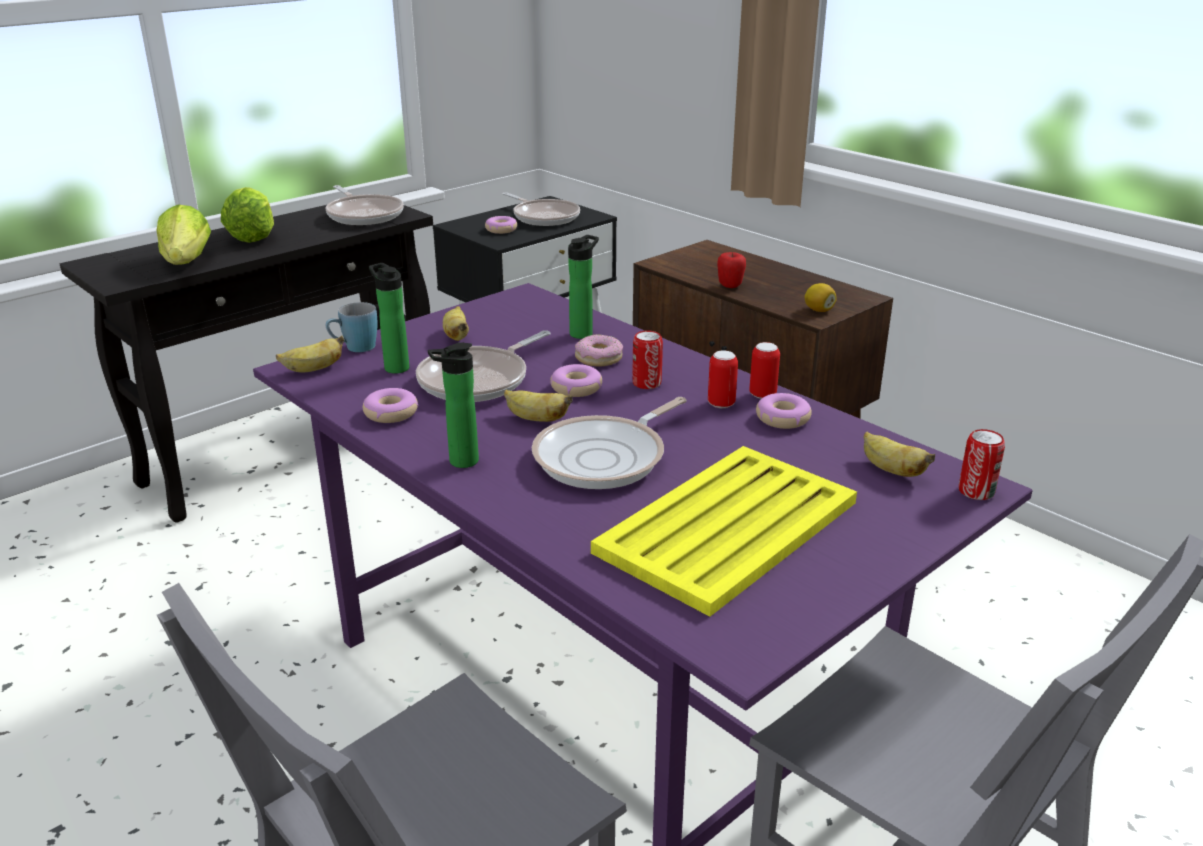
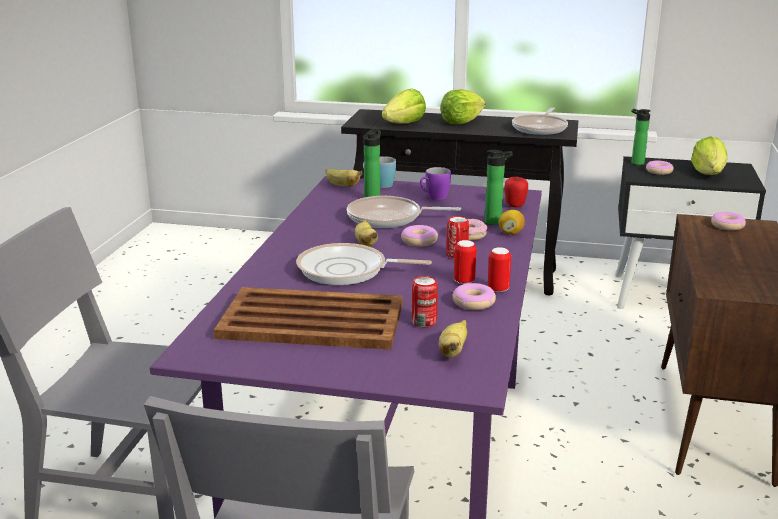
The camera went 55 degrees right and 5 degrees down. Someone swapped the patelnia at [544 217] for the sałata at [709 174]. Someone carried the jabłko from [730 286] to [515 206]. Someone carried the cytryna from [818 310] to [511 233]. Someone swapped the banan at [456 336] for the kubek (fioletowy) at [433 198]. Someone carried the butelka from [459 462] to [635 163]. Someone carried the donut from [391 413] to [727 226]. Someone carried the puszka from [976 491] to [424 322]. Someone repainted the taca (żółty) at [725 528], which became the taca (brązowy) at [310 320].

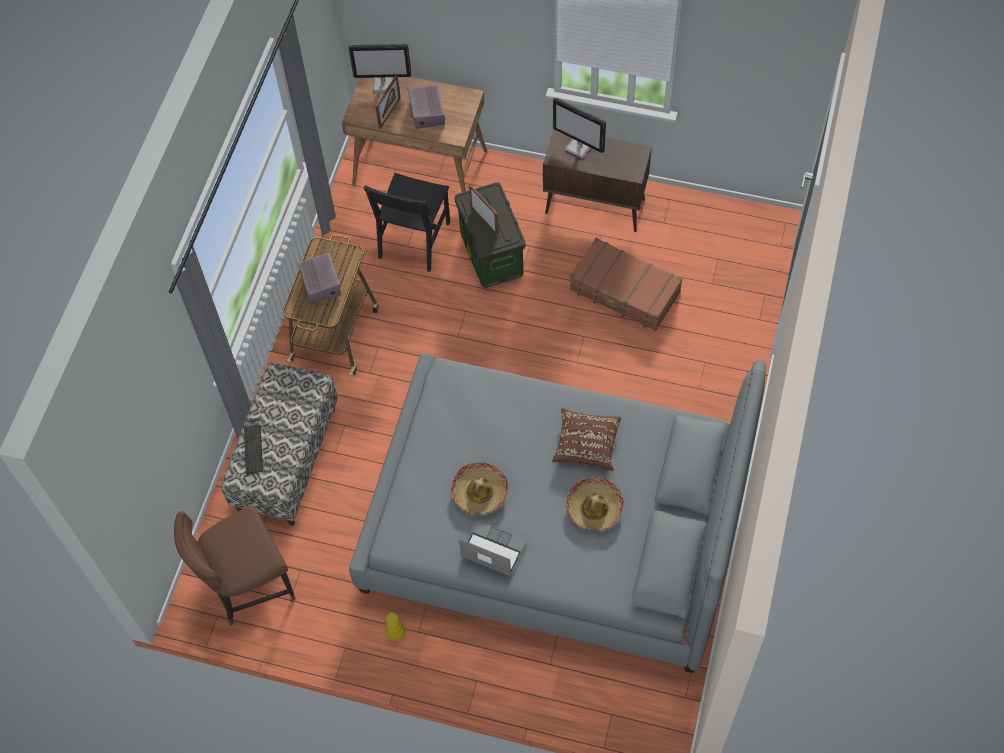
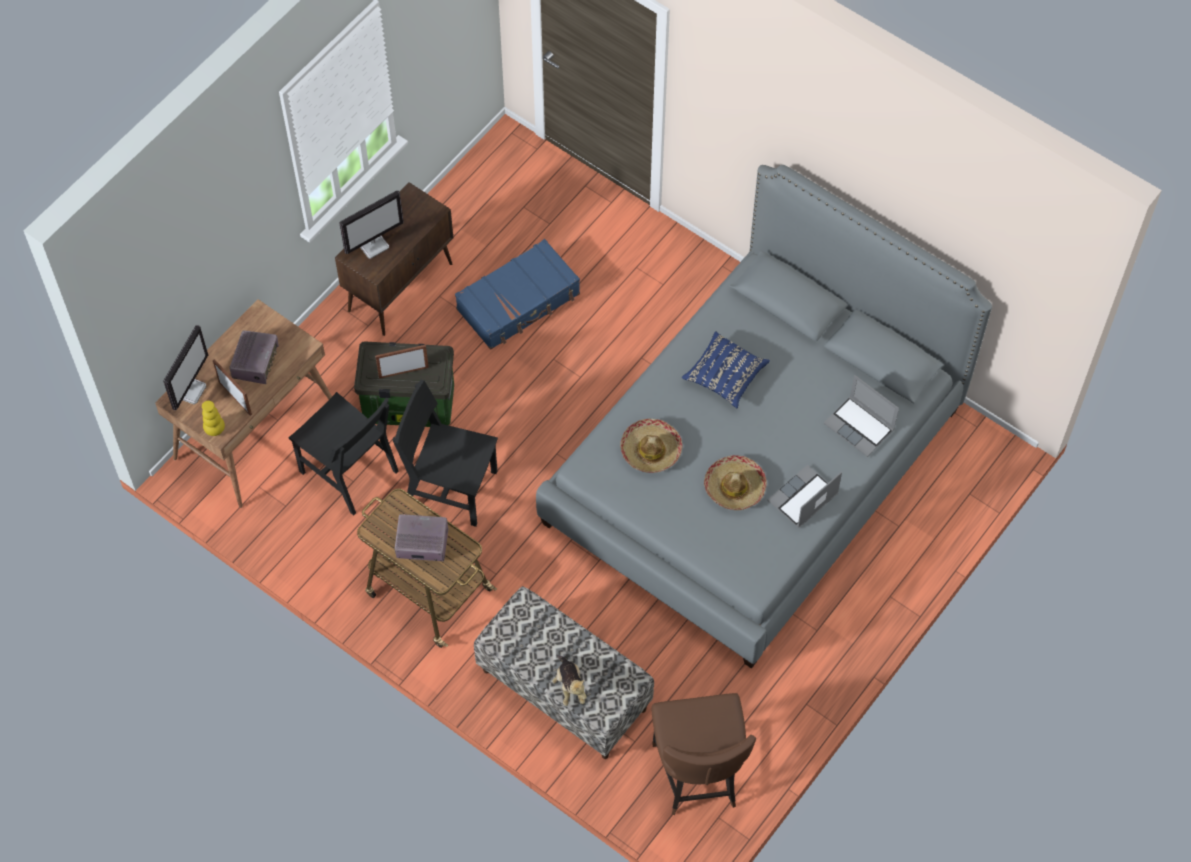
The camera went 70 degrees left and 0 degrees up. Someone rotated the radio at [427 113] by 90 degrees counterclockwise. Someone repainted the walizka (brązowy) at [624 291], which became the walizka (niebieski) at [519 302]. Someone repainted the poduszka (brązowy) at [586 444], which became the poduszka (niebieski) at [725 376]. Someone swapped the klawiatura at [254 443] for the pluszak at [569 686]. Someone carried the kapelusz from [594 507] to [650 450]. Someone carried the wazon (żółty) from [395 633] to [215 430]. Someone put down the laptop at [860 427]. Someone put down the krzesło (czarny) at [451 488].

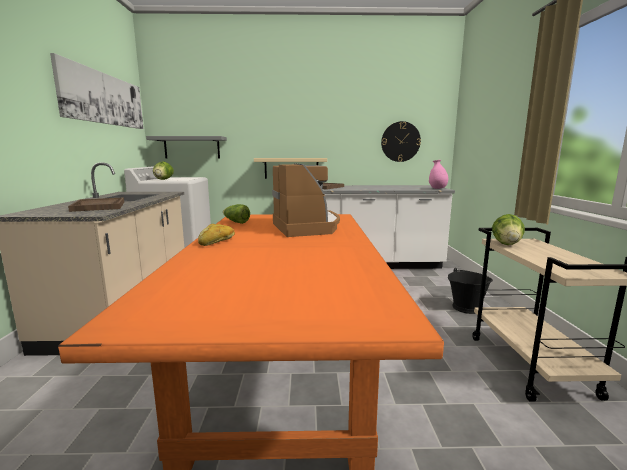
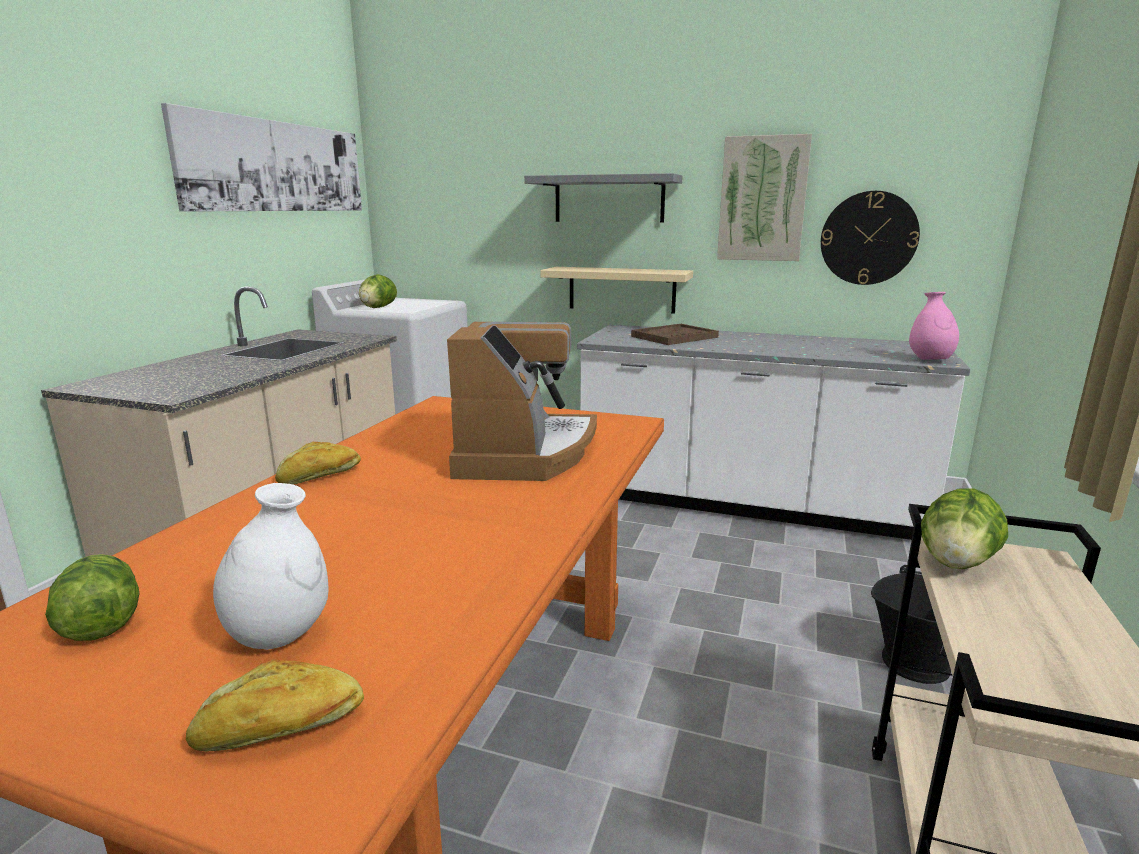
The camera went 20 degrees right and 5 degrees up. Someone carried the półka (szary) from [192 147] to [609 199]. Someone took away the taca (brązowy) at [99 206]. Someone carried the sałata from [236 222] to [99 620]. Someone put up the obraz at [762 199]. Someone put down the wazon (biały) at [280 635]. Someone put down the chleb at [280 729].

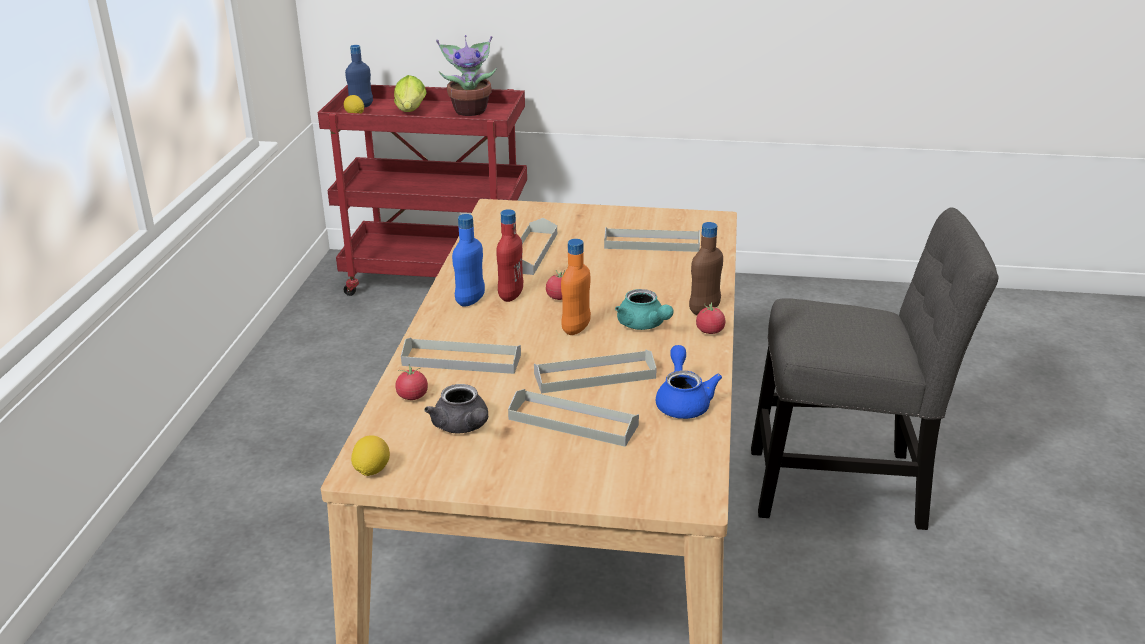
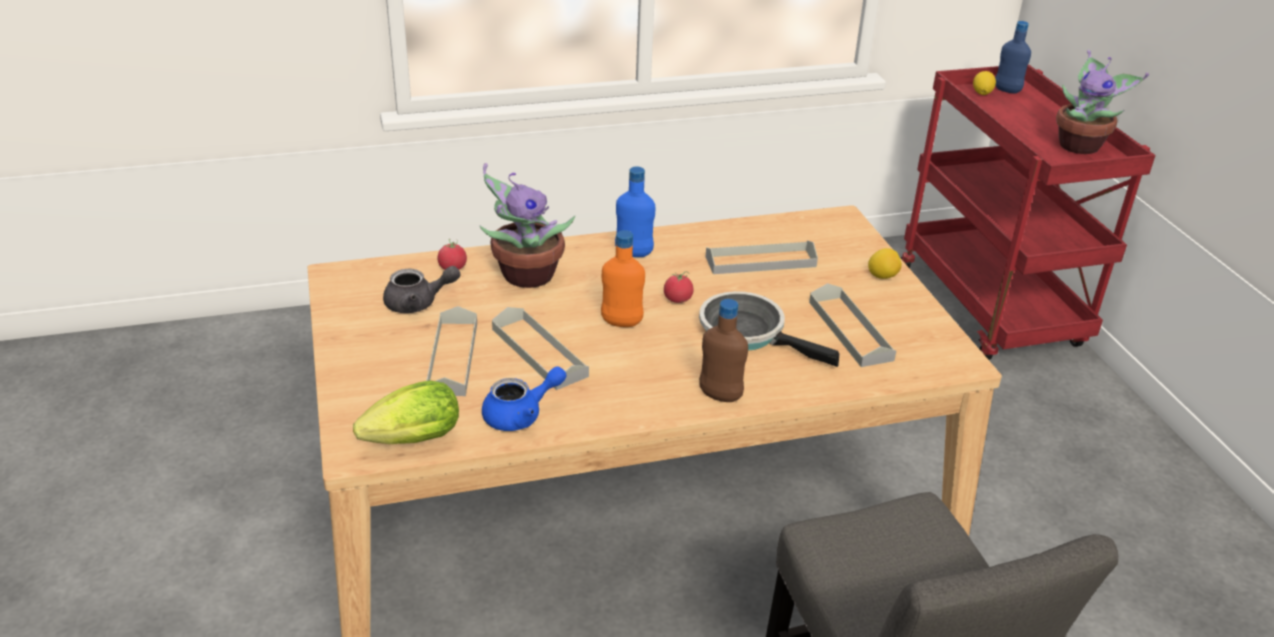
The camera went 65 degrees right and 5 degrees up. Someone carried the sałata from [410 112] to [408 442]. Someone took away the butelka (czerwony) at [511 295]. Someone took away the imbryk (turkusowy) at [644 325]. Someone took away the pomidor at [710 331]. Someone swapped the taca (szary) at [461 360] for the roślina doniczkowa at [524 276]. Someone rotated the imbryk (szary) at [463 427] by 135 degrees counterclockwise. Someone carried the cytryna from [372 470] to [882 276]. Someone put down the patelnia at [748 333].

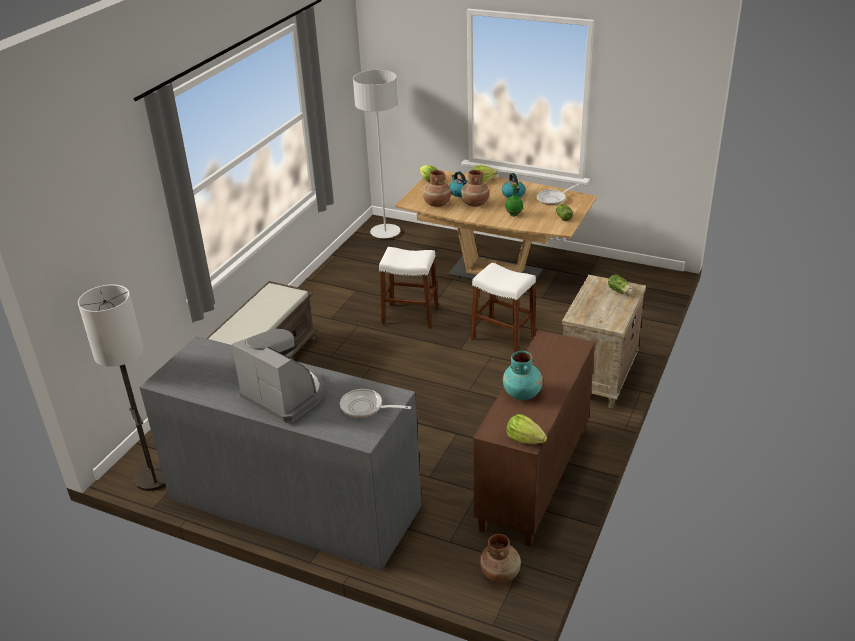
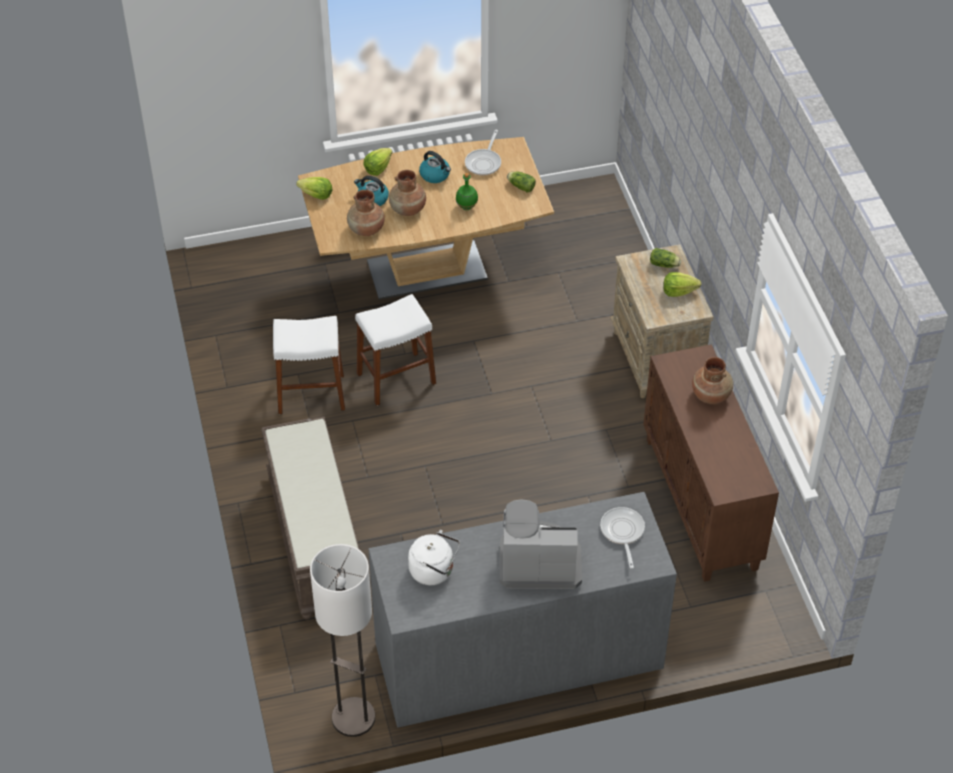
The camera went 40 degrees left and 15 degrees up. Someone took away the lampa stojąca (szary) at [385 232]. Someone carried the stołek (biały) from [503 337] to [311 394]. Someone took away the wazon (turkusowy) at [522 393]. Someone rotated the patelnia at [365 407] by 105 degrees clockwise. Someone carried the sałata from [525 439] to [678 291]. Someone carried the wazon (brązowy) from [500 573] to [711 394]. Someone put down the czajnik (biały) at [434 571].

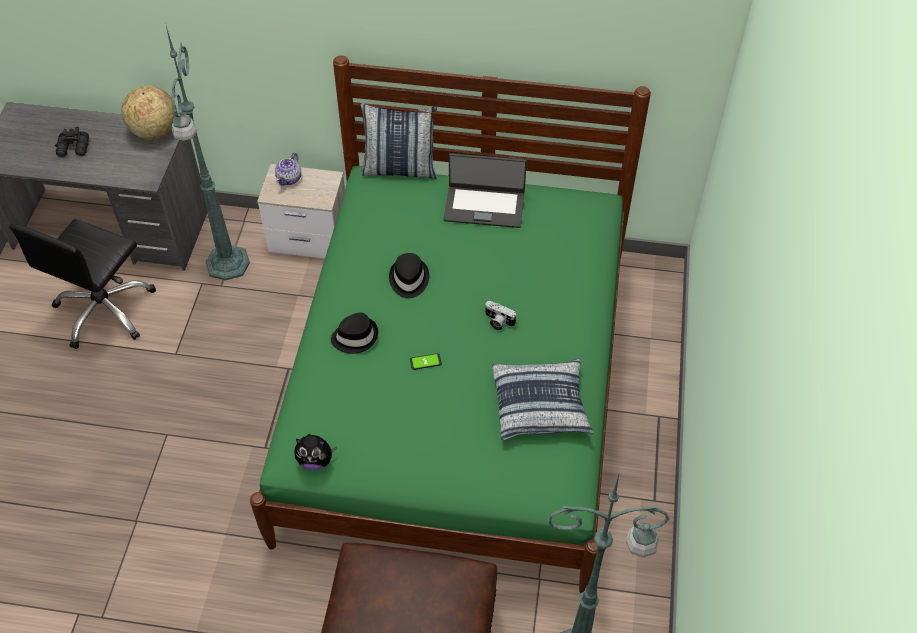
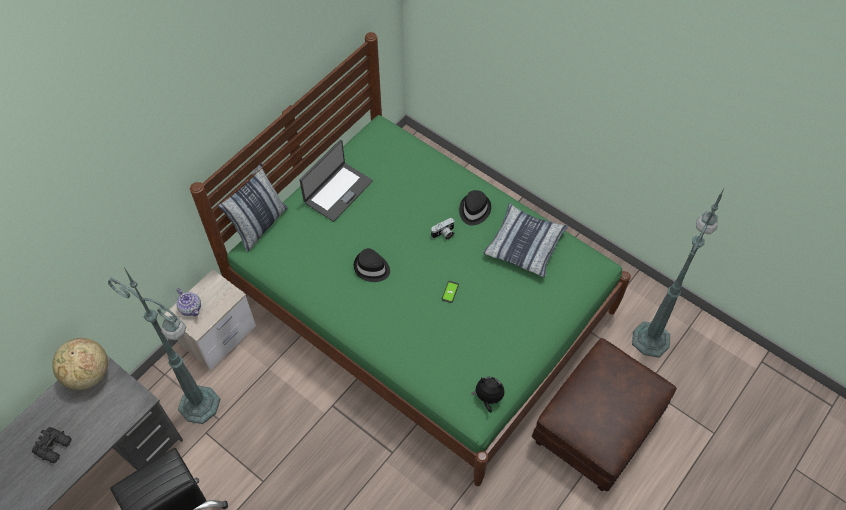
The camera went 60 degrees left and 5 degrees up. Someone carried the kapelusz (czarny) from [355 336] to [474 210]. Someone rotated the pluszak at [315 460] by 105 degrees counterclockwise.

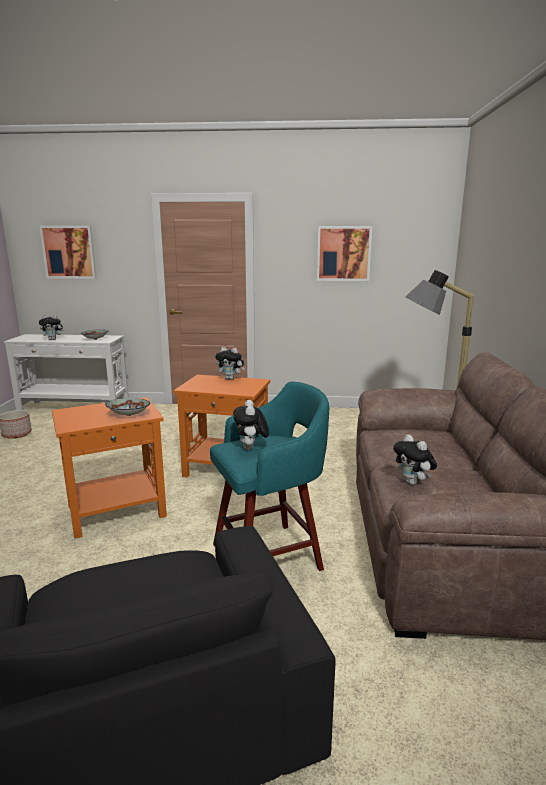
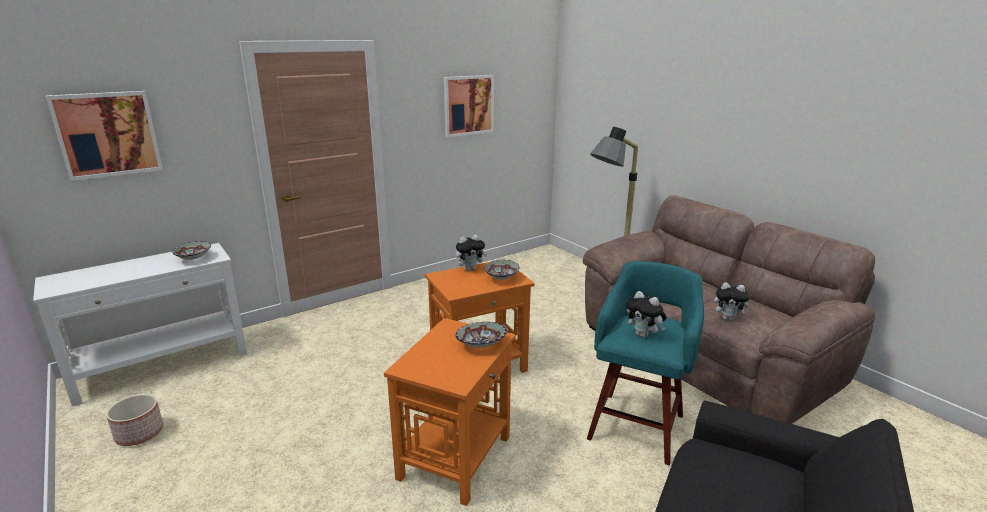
The camera went 40 degrees left and 5 degrees up. Someone took away the pluszak at [53 339]. Someone put down the miska at [501 278].

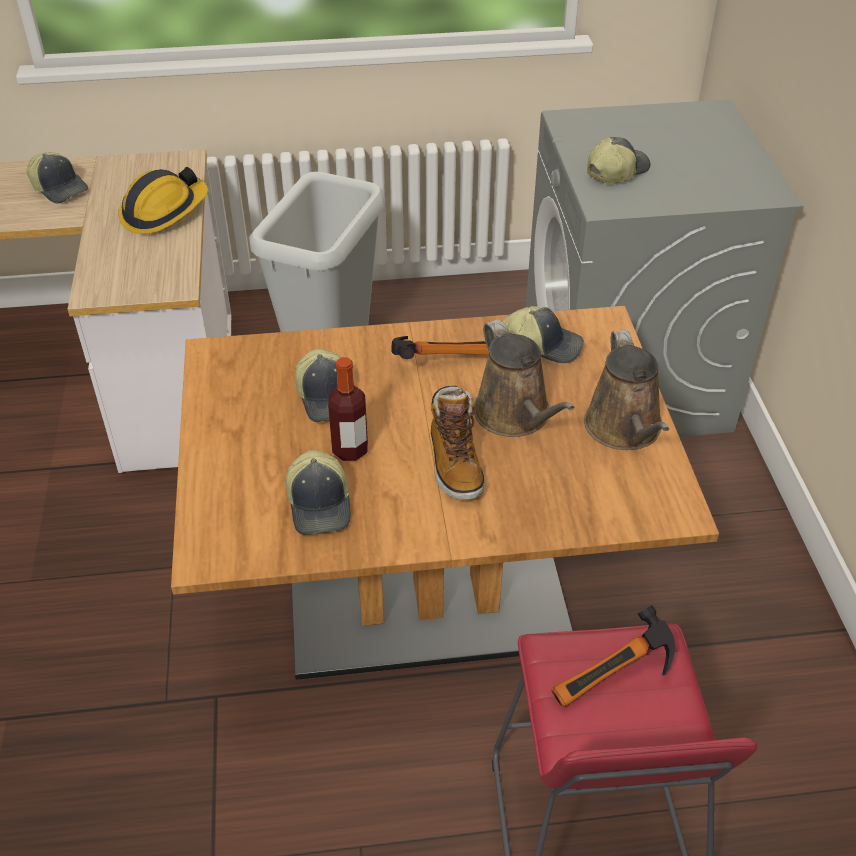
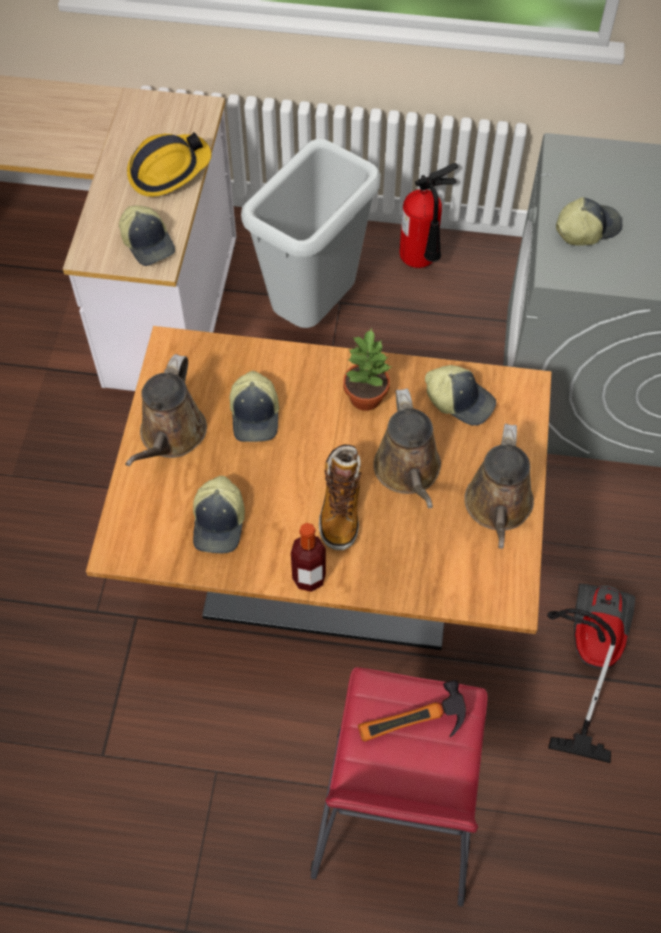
The camera went 15 degrees right and 15 degrees up. Someone carried the czapka z daszkiem from [60 188] to [148 243]. Someone swapped the młotek at [442 359] for the roślina doniczkowa at [365 396]. Someone carried the butelka from [350 450] to [309 577]. Someone put down the gaśnica at [422 261]. Someone put down the konewka (brązowy) at [170 436]. Someone put down the odkurzacz at [586 657].

